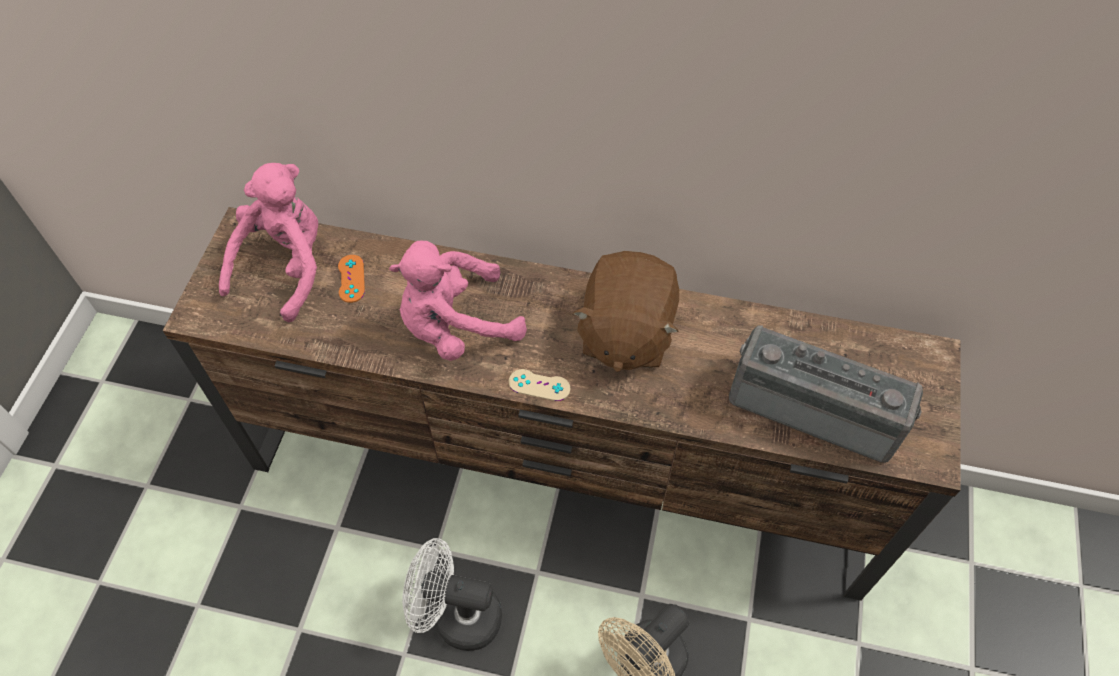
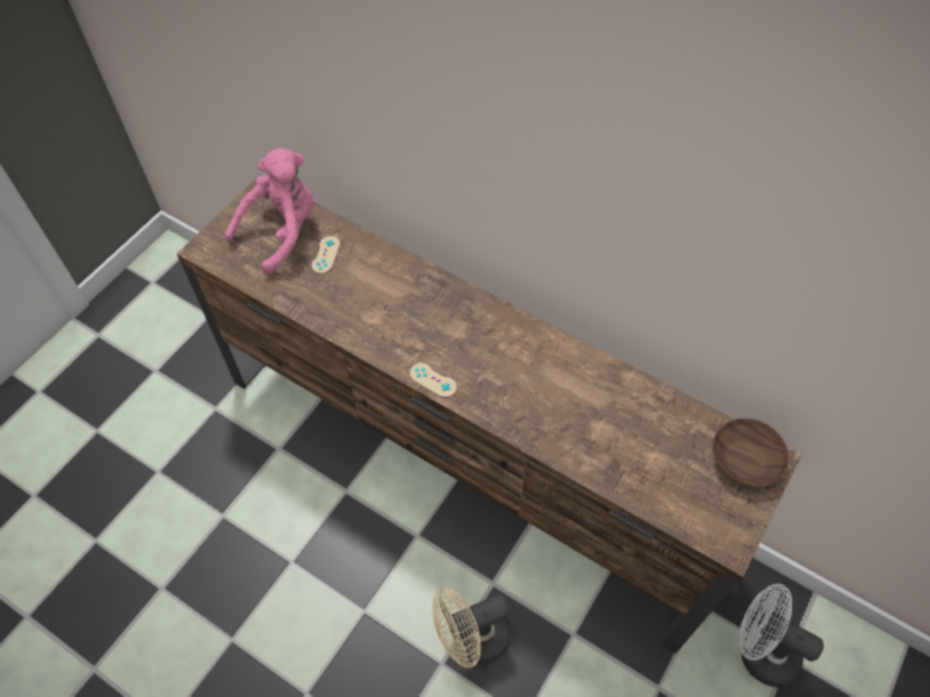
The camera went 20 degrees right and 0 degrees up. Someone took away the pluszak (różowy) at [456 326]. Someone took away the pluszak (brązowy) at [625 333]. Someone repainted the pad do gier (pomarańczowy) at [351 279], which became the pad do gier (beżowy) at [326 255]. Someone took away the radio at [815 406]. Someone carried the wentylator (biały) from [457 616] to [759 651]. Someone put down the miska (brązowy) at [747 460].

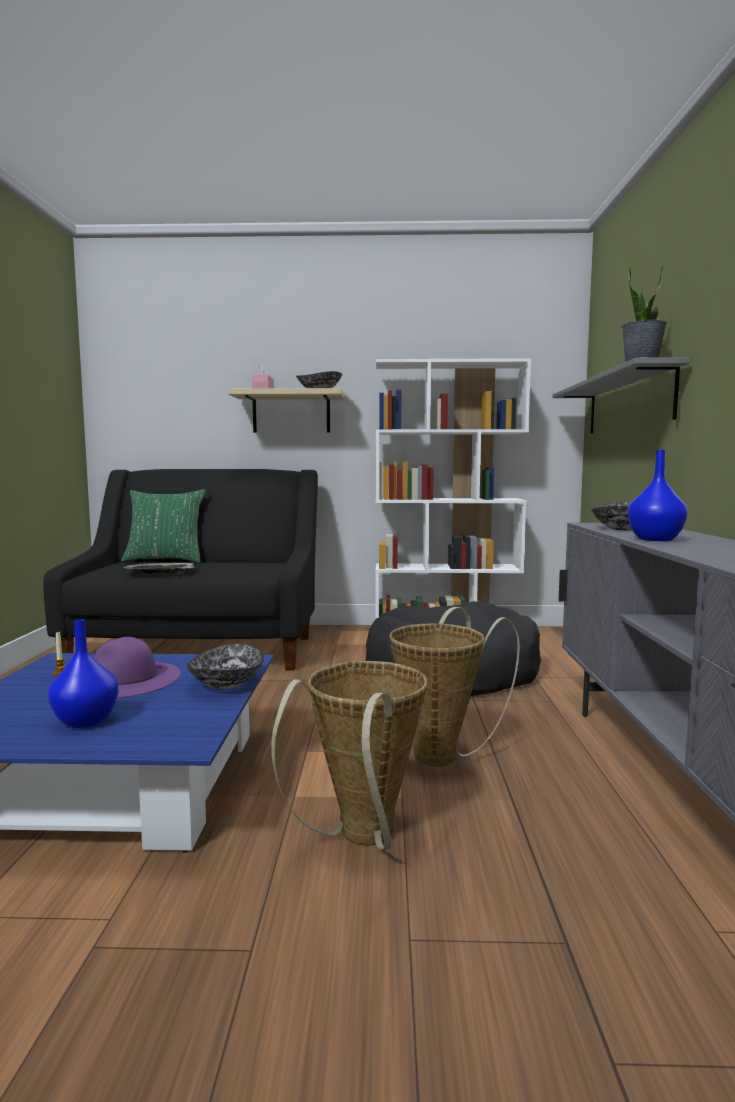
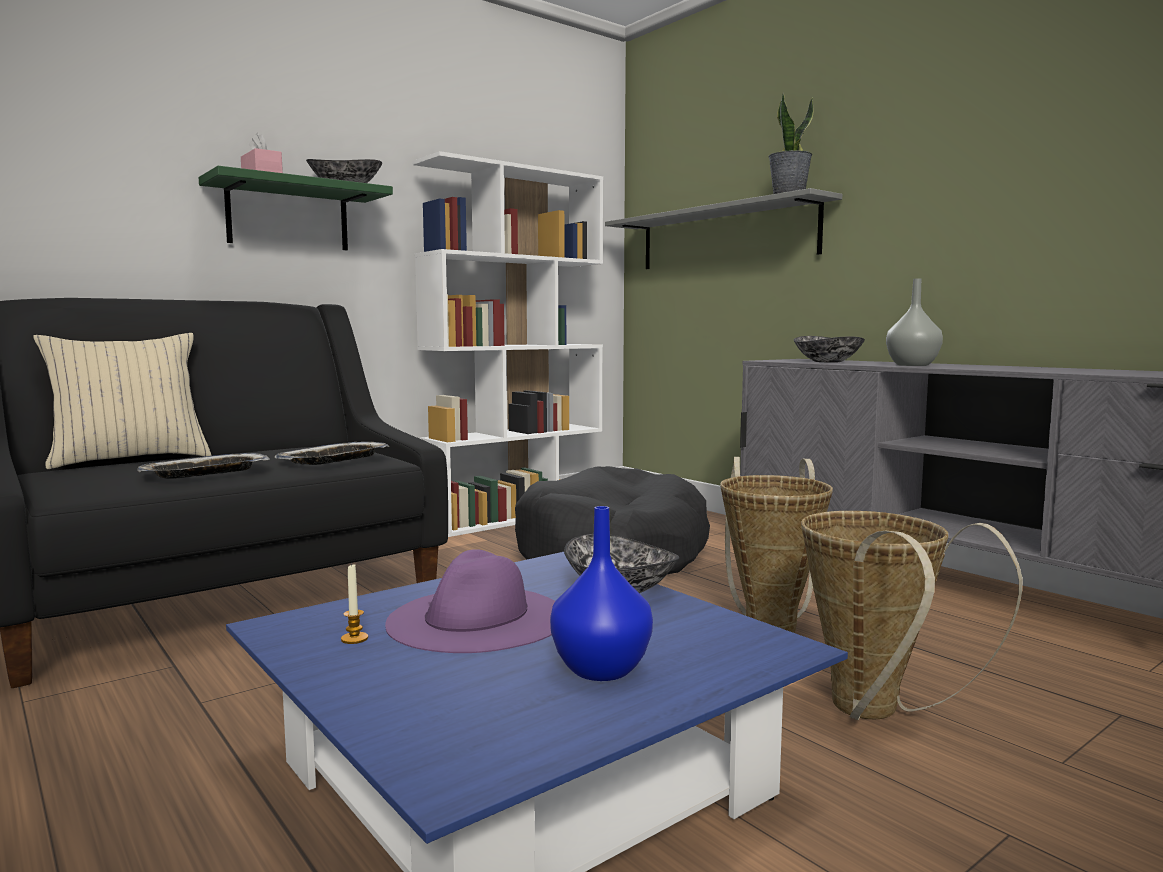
The camera went 40 degrees left and 0 degrees up. Someone repainted the półka (beżowy) at [291 413], which became the półka (zielony) at [288 216]. Someone repainted the wazon (niebieski) at [654 539], which became the wazon (szary) at [912 365]. Someone repainted the poduszka (zielony) at [165 560], which became the poduszka (beżowy) at [129 460]. Someone put down the taca at [334 461].

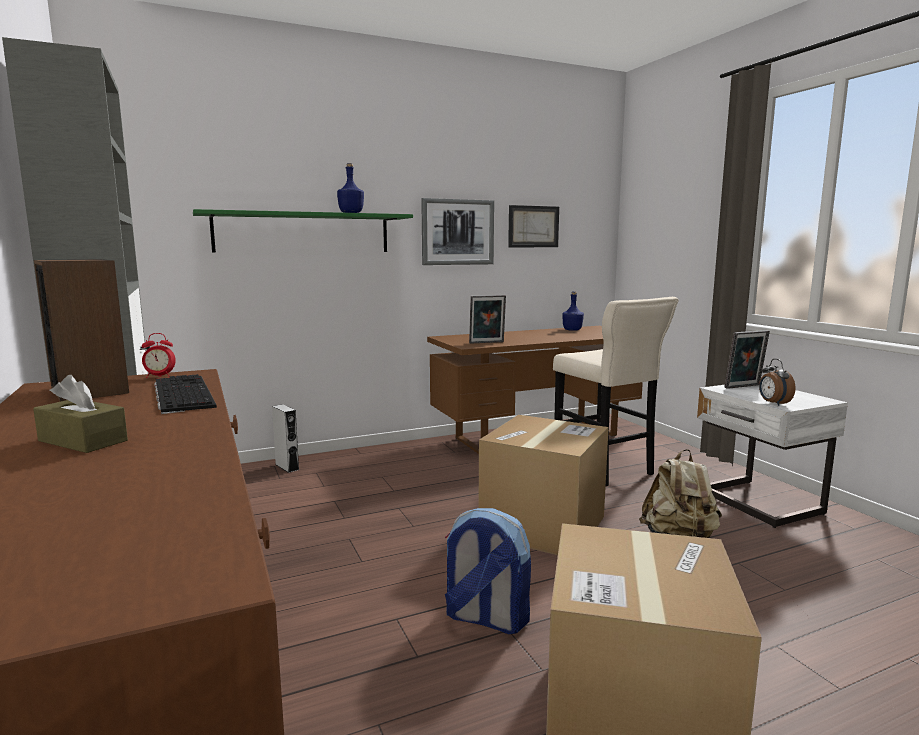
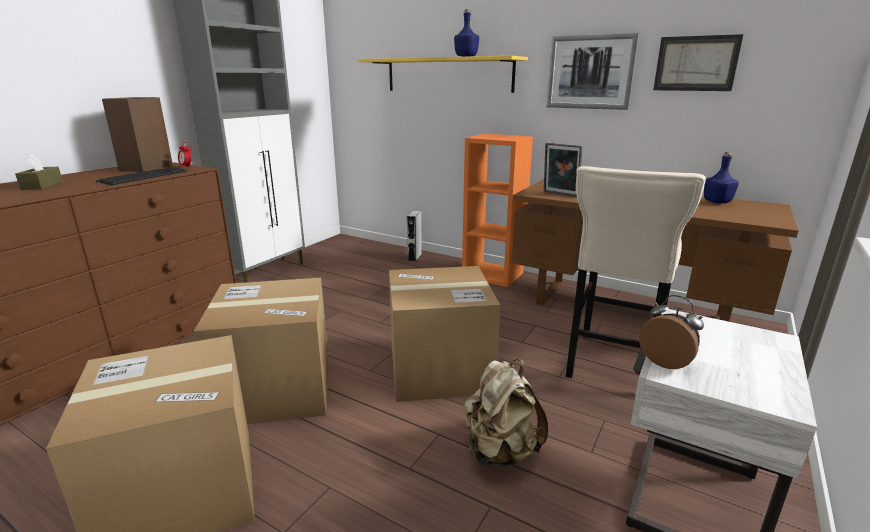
The camera went 55 degrees right and 10 degrees up. Someone repainted the półka (zielony) at [303 233], which became the półka (żółty) at [448 75]. Someone took away the ramka na zdjęcie at [744 387]. Someone rotated the budzik at [773 403] by 90 degrees clockwise. Someone swapped the plecak at [485 618] for the karton at [277 389]. Someone put down the regał (pomarańczowy) at [493 275].

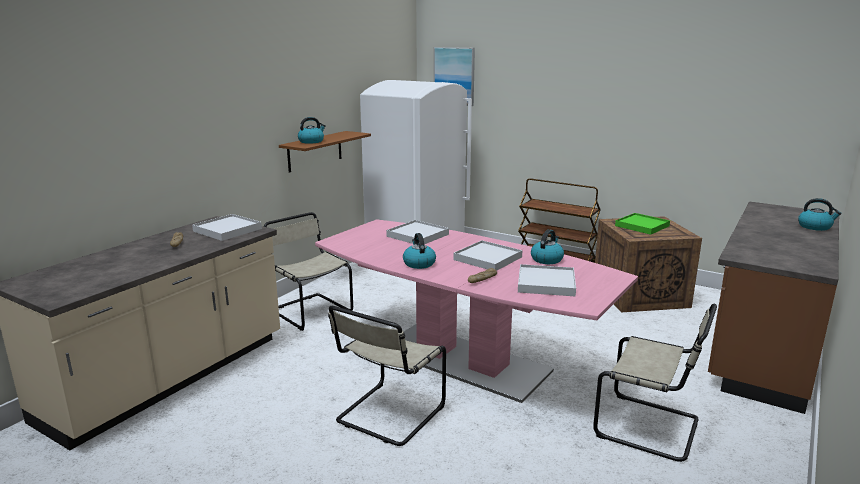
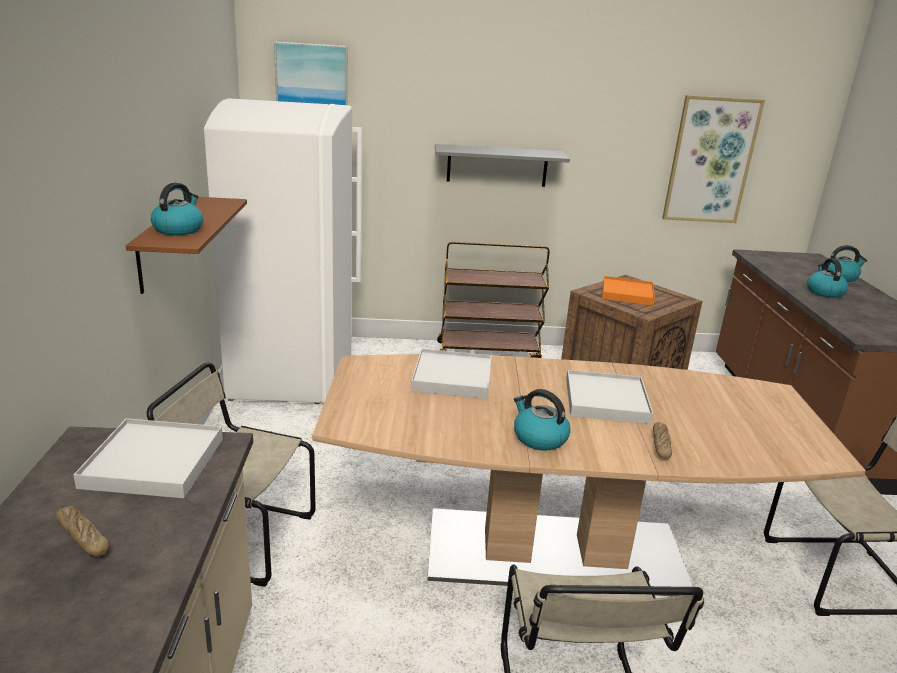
The camera went 35 degrees left and 5 degrees up. Someone repainted the taca (zielony) at [642 226], which became the taca (pomarańczowy) at [627 293]. Someone repainted the stół jadalny (różowy) at [462 360], which became the stół jadalny (brązowy) at [553 552]. Someone carried the czajnik from [547 259] to [824 292]. Someone took away the taca (biały) at [546 283]. Someone put up the obraz at [710 160]. Someone put up the półka (szary) at [497 165].

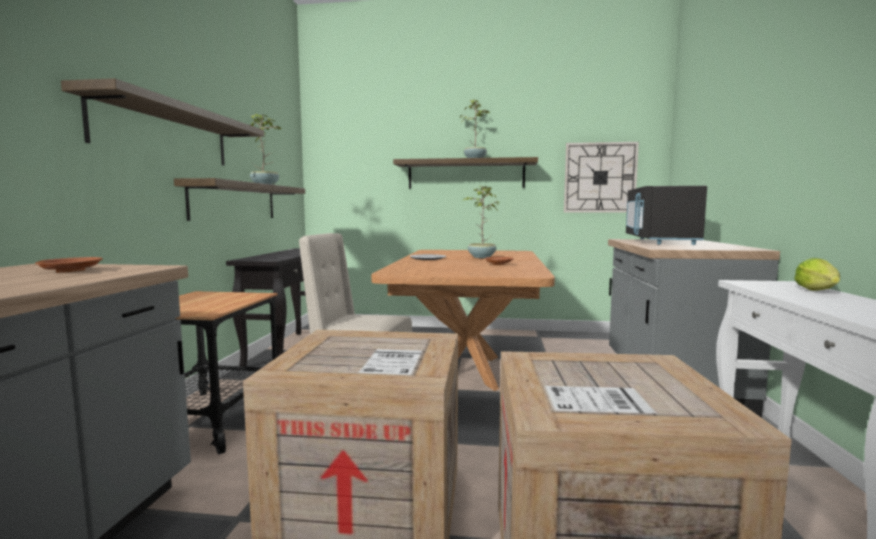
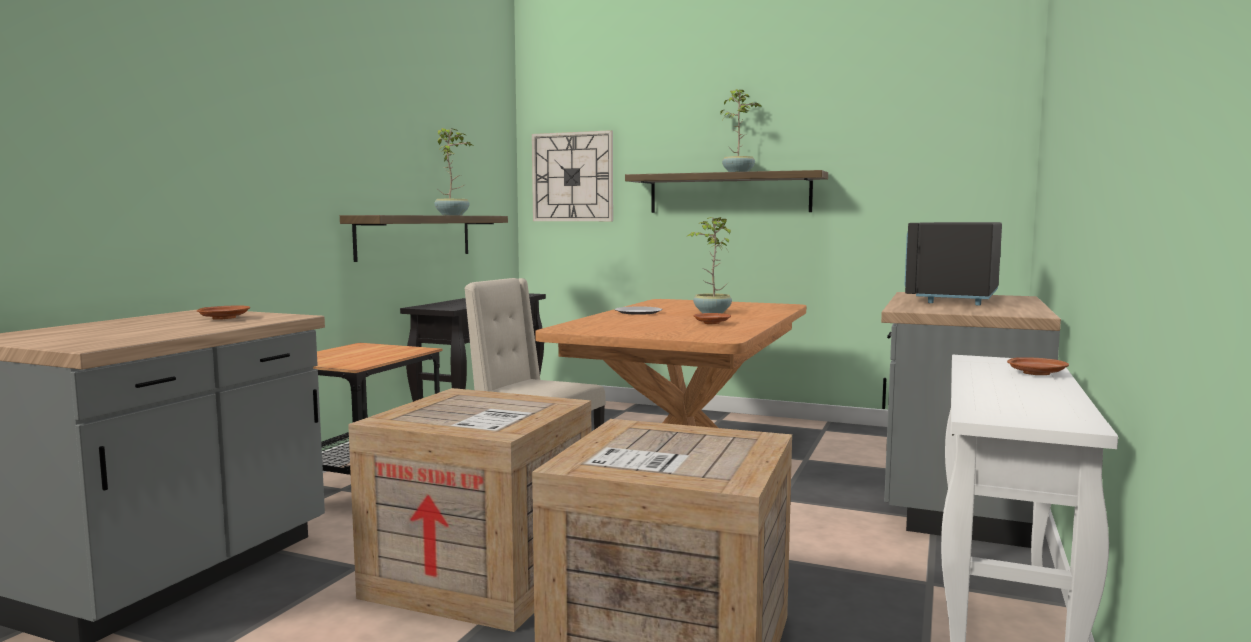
The camera went 15 degrees right and 0 degrees up. Someone took away the półka at [166 134]. Someone carried the zegar ścienny from [600 177] to [572 177]. Someone swapped the sałata at [818 291] for the talerz (brązowy) at [1036 373].

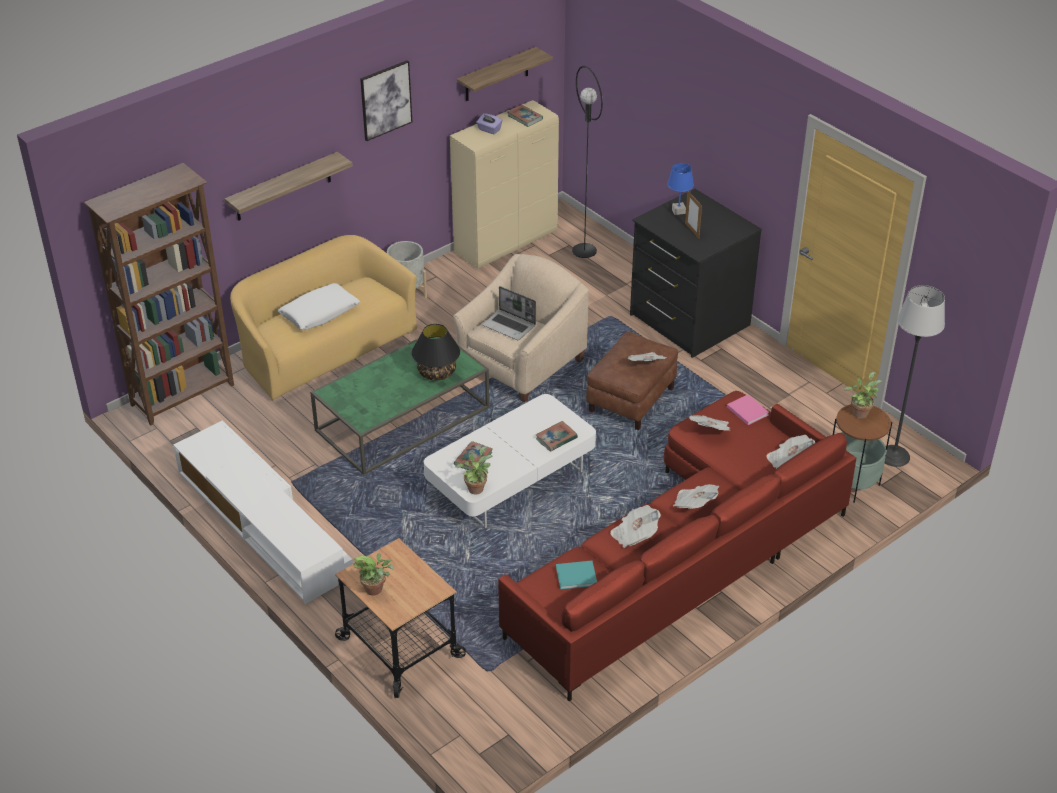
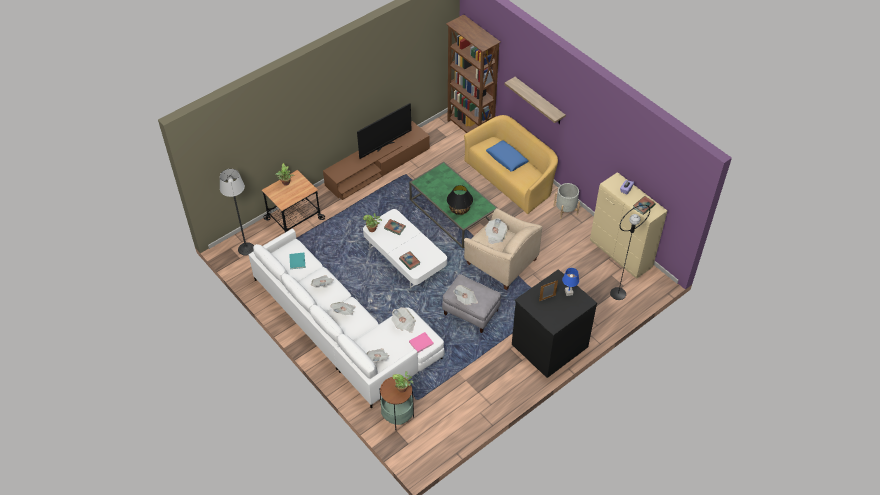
The camera went 90 degrees right and 10 degrees up. Someone took away the półka at [496 75]. Someone took away the obraz at [385 100]. Someone repainted the poduszka (biały) at [320 313], which became the poduszka (niebieski) at [506 159]. Someone carried the lampa stojąca from [894 456] to [246 249]. Someone swapped the laptop at [510 326] for the gazeta at [495 235]. Someone repainted the pufa (brązowy) at [630 399], which became the pufa (szary) at [471 312]. Someone repainted the kanapa (czerwony) at [685 556], which became the kanapa (biały) at [344 330]. Someone repainted the szafka pod telewizor (biały) at [264 523], which became the szafka pod telewizor (brązowy) at [378 167]. Someone put down the telewizor at [385 146].

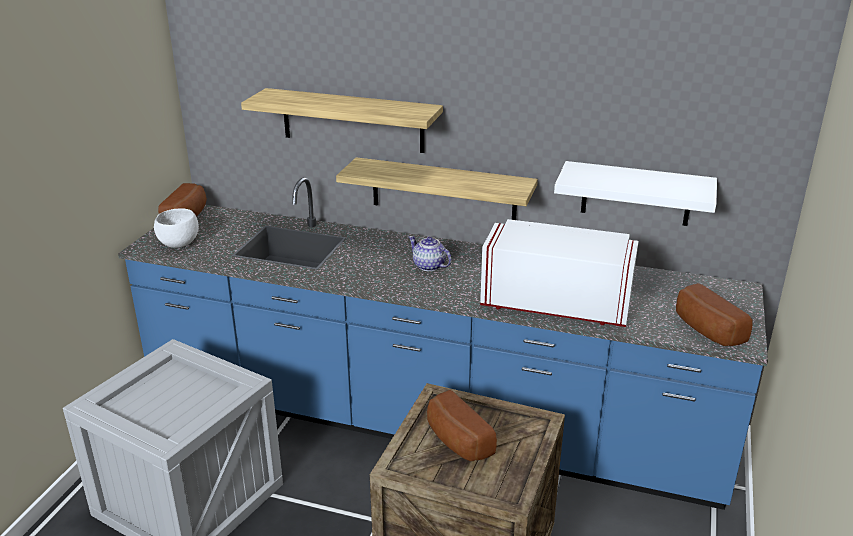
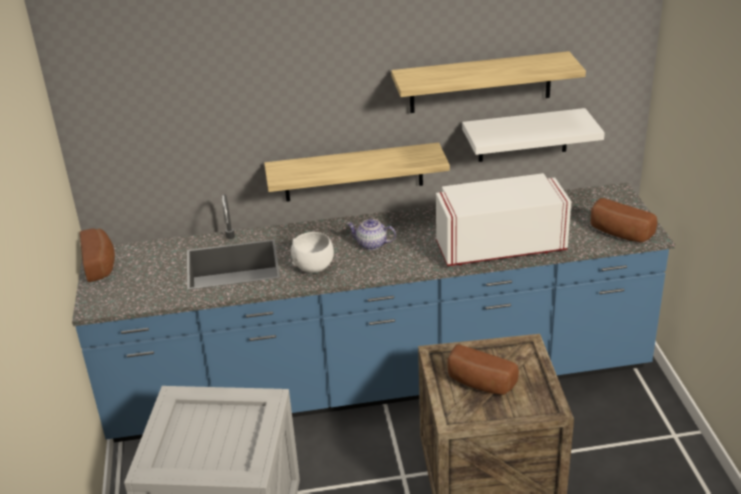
The camera went 25 degrees left and 5 degrees up. Someone carried the półka from [352 120] to [480 82]. Someone carried the miska (biały) from [179 244] to [314 267].

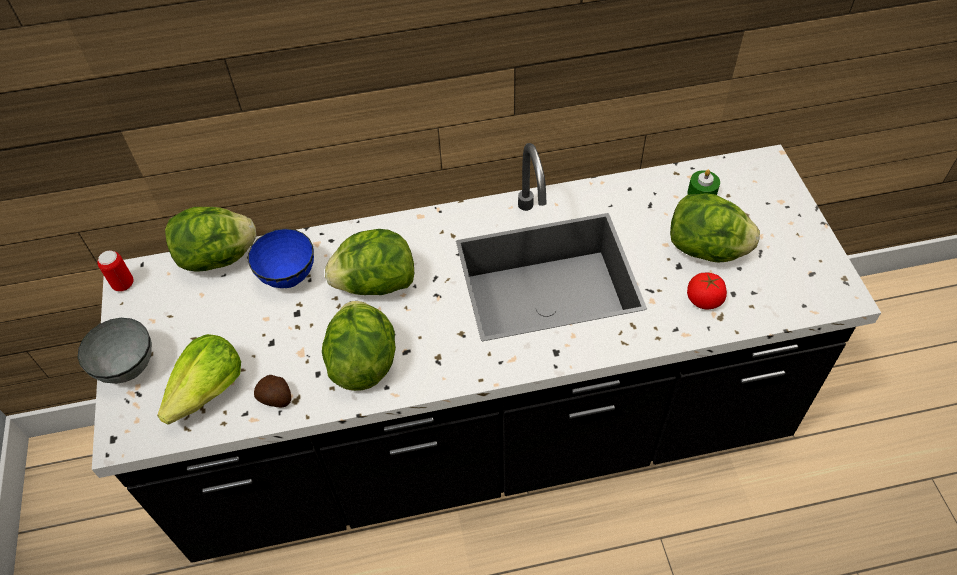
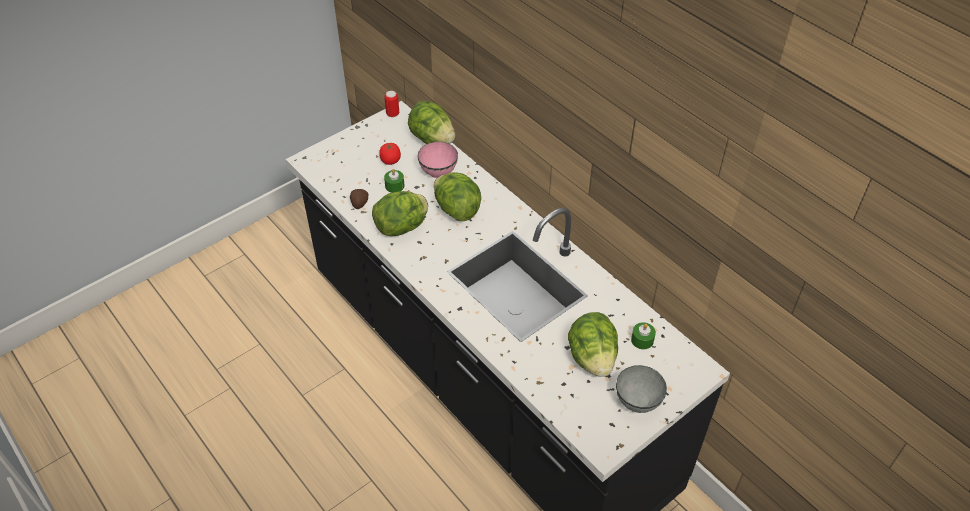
The camera went 60 degrees right and 5 degrees down. Someone repainted the miska (niebieski) at [287 276], which became the miska (różowy) at [438 171]. Someone carried the pomidor from [704 300] to [390 160]. Someone carried the miska (szary) from [128 367] to [638 402]. Someone took away the sałata at [209 391]. Someone put down the świeca (zielony) at [394 186].

